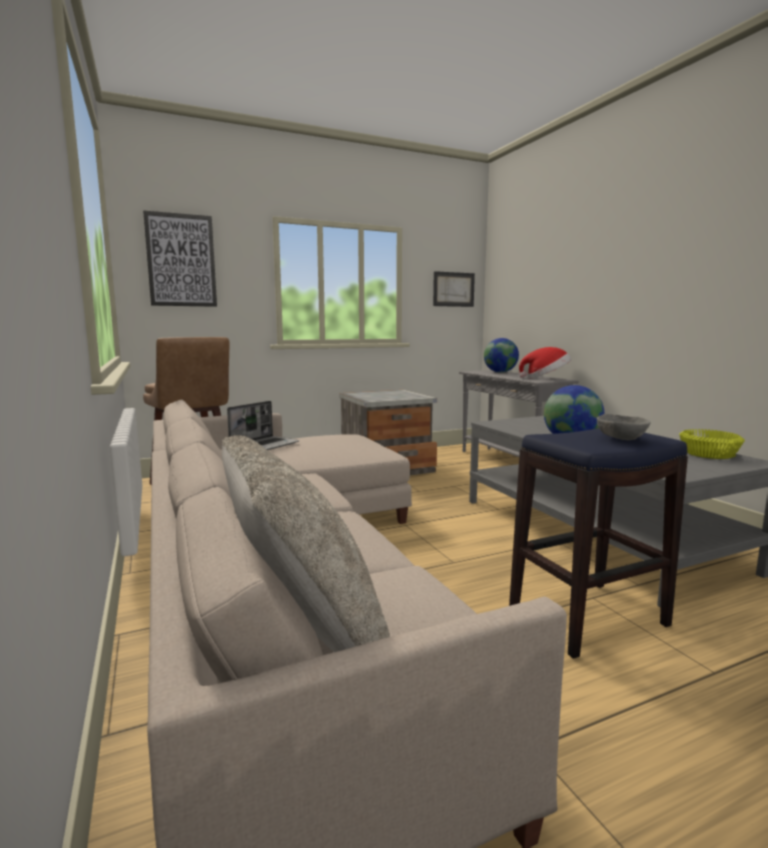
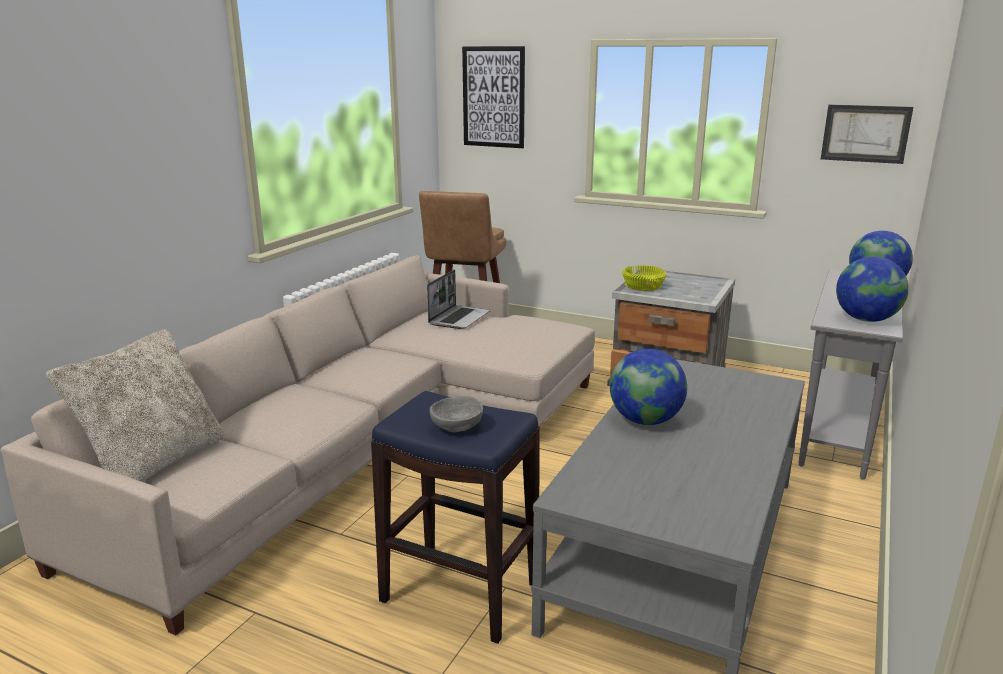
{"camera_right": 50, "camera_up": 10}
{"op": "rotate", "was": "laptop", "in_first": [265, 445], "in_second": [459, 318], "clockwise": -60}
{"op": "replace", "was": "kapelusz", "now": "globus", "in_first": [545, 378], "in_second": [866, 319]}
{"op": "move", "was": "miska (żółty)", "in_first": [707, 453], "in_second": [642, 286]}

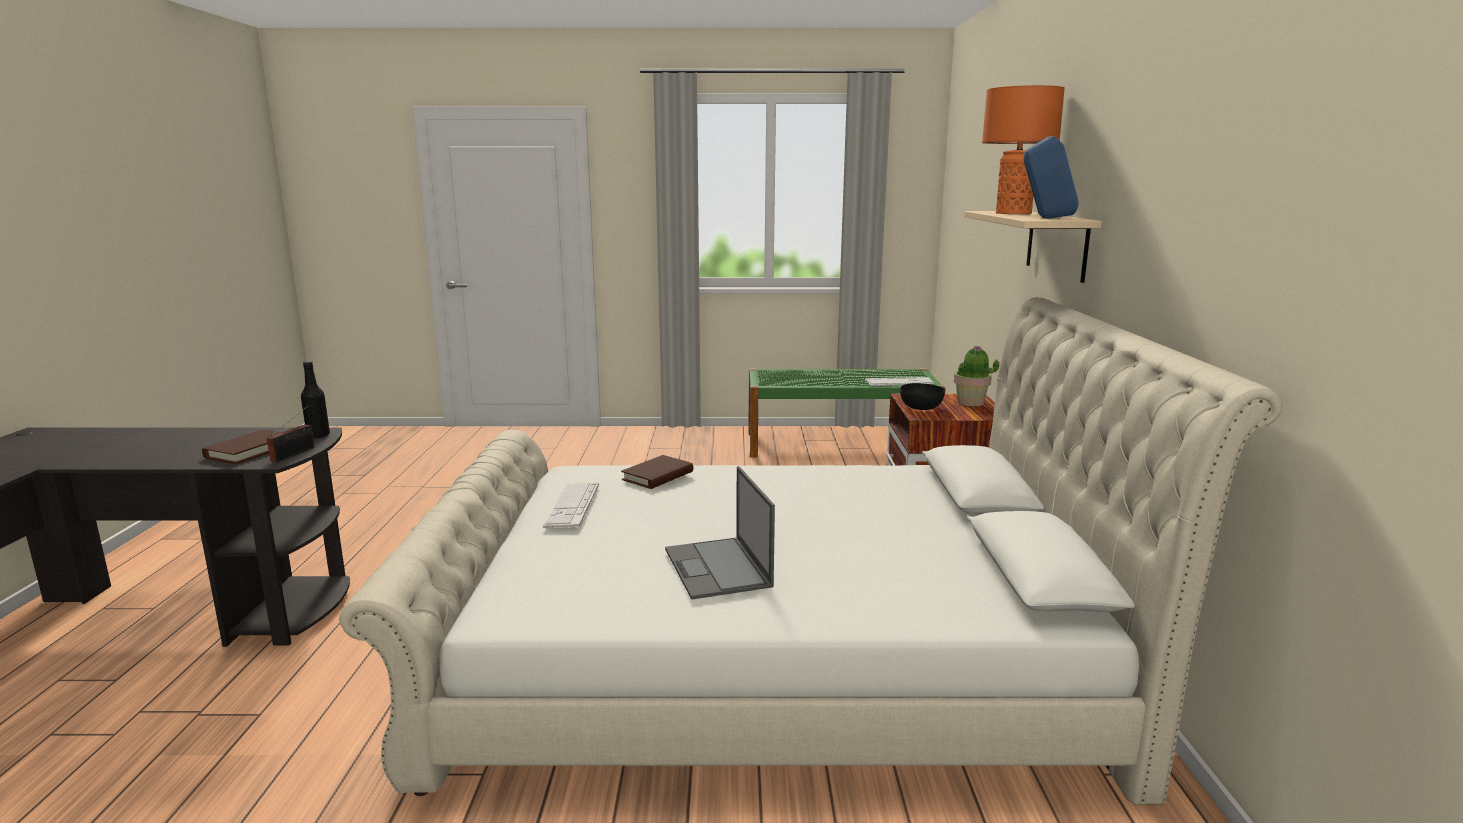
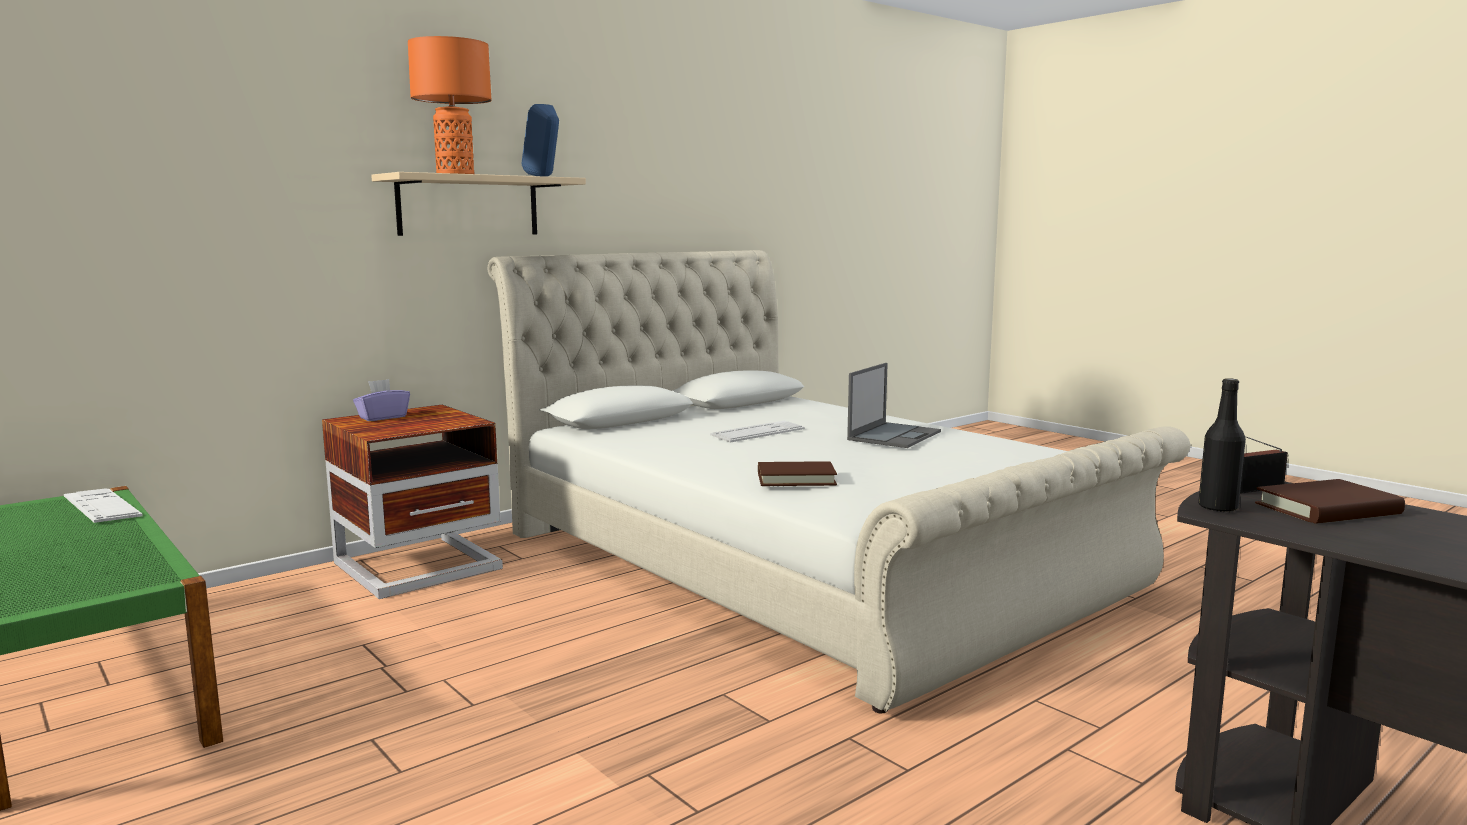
{"camera_right": -130, "camera_up": -5}
{"op": "move", "was": "klawiatura", "in_first": [572, 505], "in_second": [758, 432]}
{"op": "delete", "was": "miska (czarny)", "in_first": [920, 407]}
{"op": "replace", "was": "roślina doniczkowa", "now": "pudełko chusteczek (fioletowy)", "in_first": [970, 403], "in_second": [382, 417]}

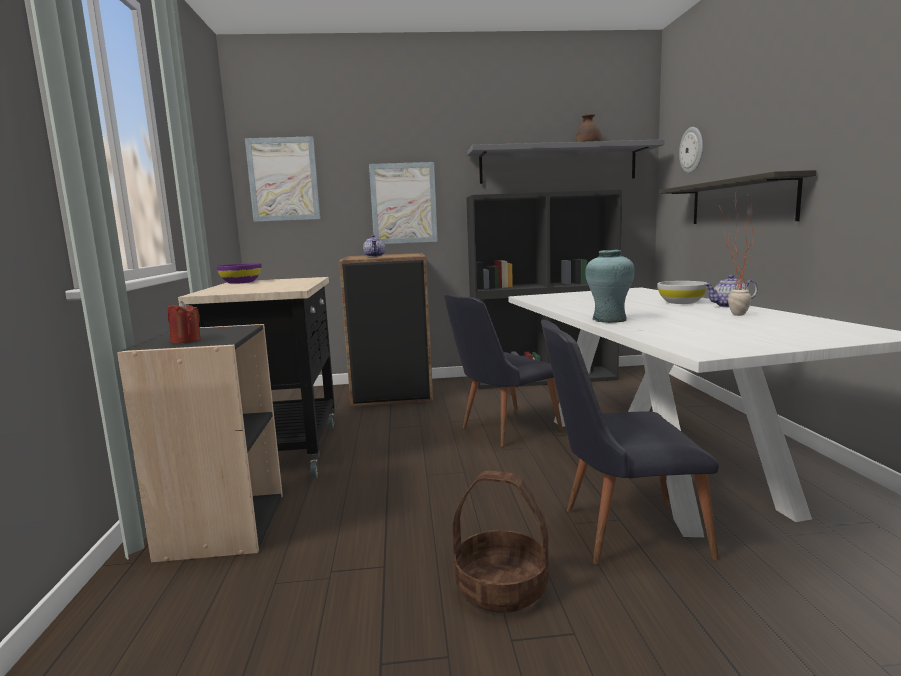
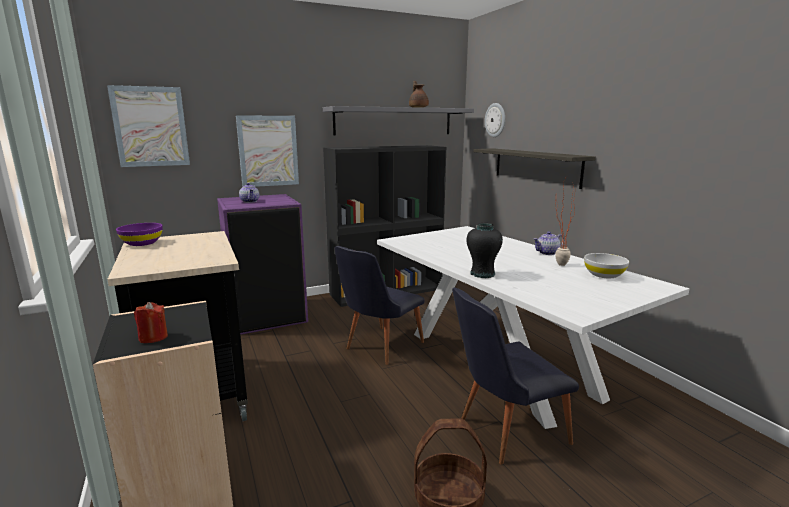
{"camera_right": -20, "camera_up": 5}
{"op": "recolor", "was": "szafka (brązowy)", "now": "szafka (fioletowy)", "in_first": [393, 392], "in_second": [268, 315]}
{"op": "recolor", "was": "wazon (turkusowy)", "now": "wazon (czarny)", "in_first": [609, 320], "in_second": [482, 274]}
{"op": "move", "was": "miska (biały)", "in_first": [681, 302], "in_second": [604, 275]}

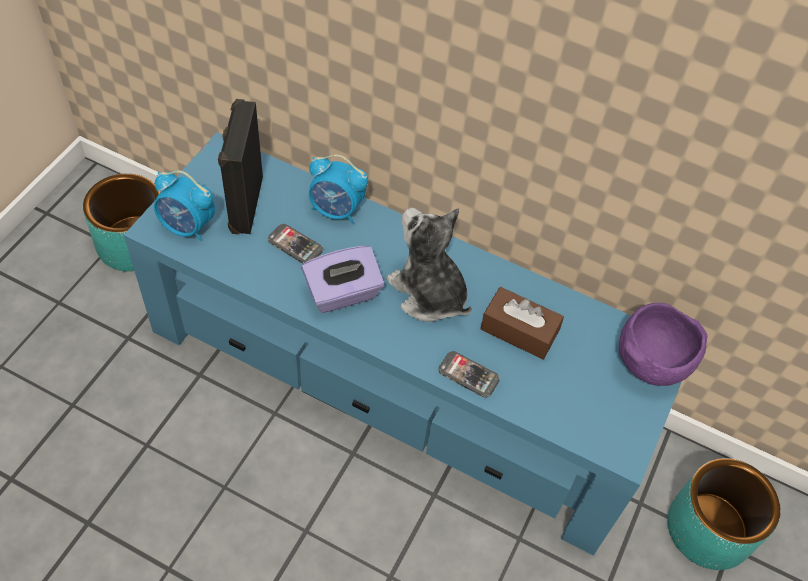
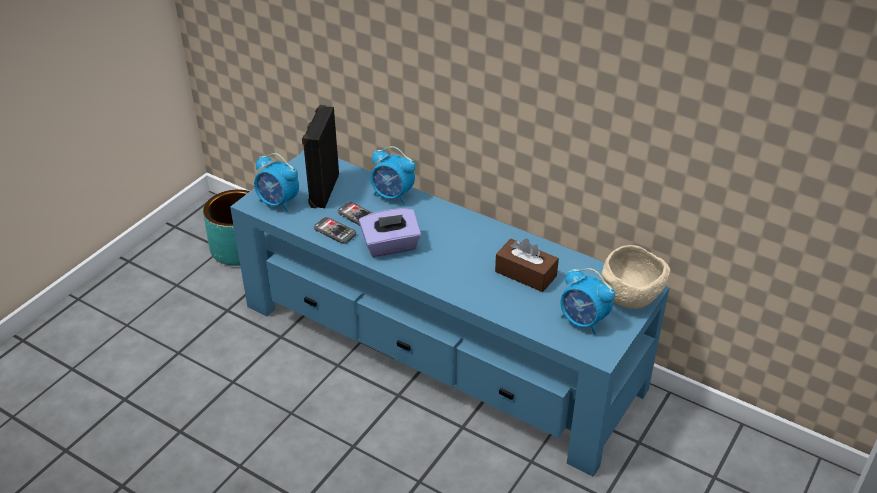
{"camera_right": 10, "camera_up": -15}
{"op": "delete", "was": "pluszak", "in_first": [428, 293]}
{"op": "move", "was": "telefon", "in_first": [468, 375], "in_second": [335, 231]}
{"op": "recolor", "was": "miska (fioletowy)", "now": "miska (beżowy)", "in_first": [651, 362], "in_second": [630, 297]}
{"op": "delete", "was": "donica (turkusowy)", "in_first": [709, 529]}
{"op": "insert", "now": "budzik", "in_second": [583, 321]}

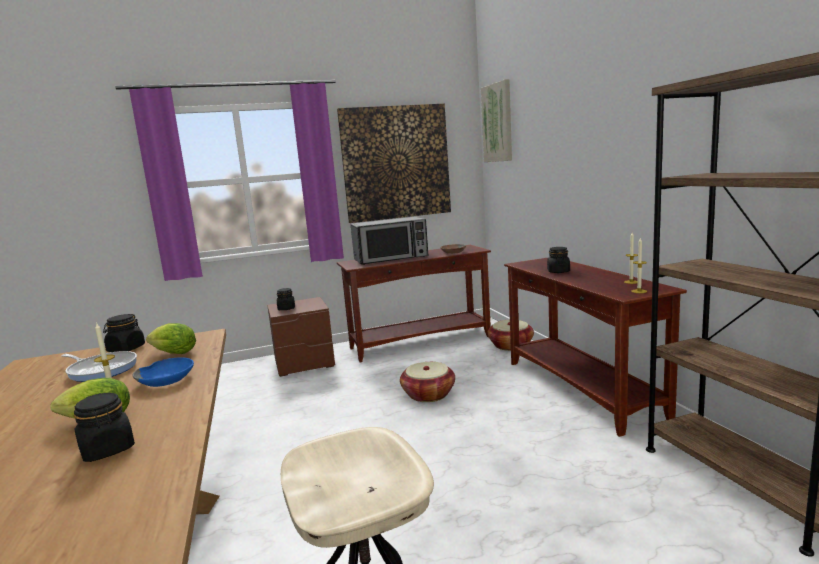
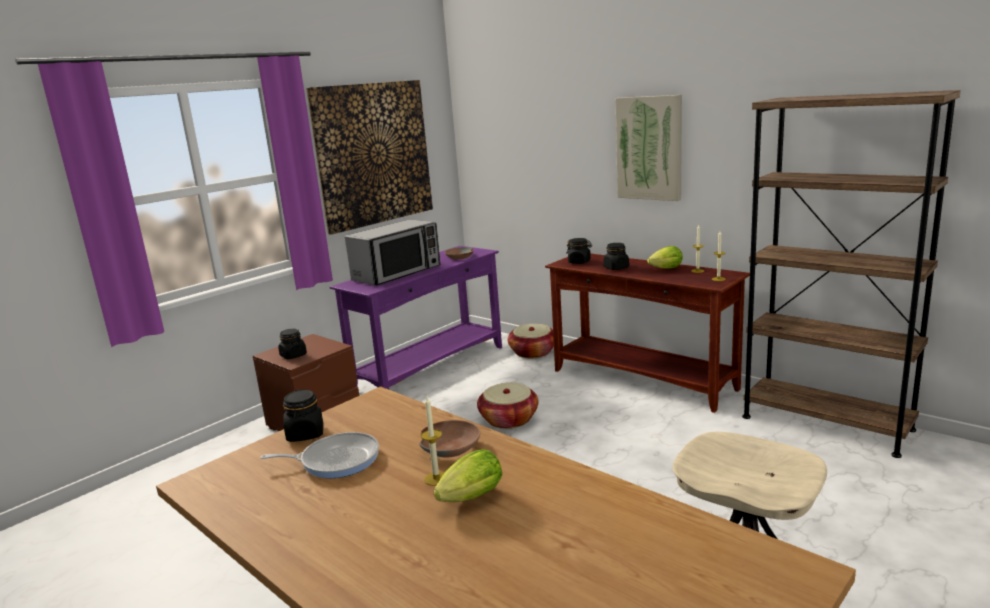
{"camera_right": -30, "camera_up": 5}
{"op": "move", "was": "słoik (czarny)", "in_first": [108, 450], "in_second": [579, 262]}
{"op": "recolor", "was": "miska (niebieski)", "now": "miska (brązowy)", "in_first": [167, 379], "in_second": [450, 447]}
{"op": "move", "was": "sałata", "in_first": [172, 353], "in_second": [664, 269]}
{"op": "recolor", "was": "stolik konsolowy (brązowy)", "now": "stolik konsolowy (fioletowy)", "in_first": [420, 342], "in_second": [430, 368]}
{"op": "move", "was": "obraz", "in_first": [498, 123], "in_second": [649, 148]}

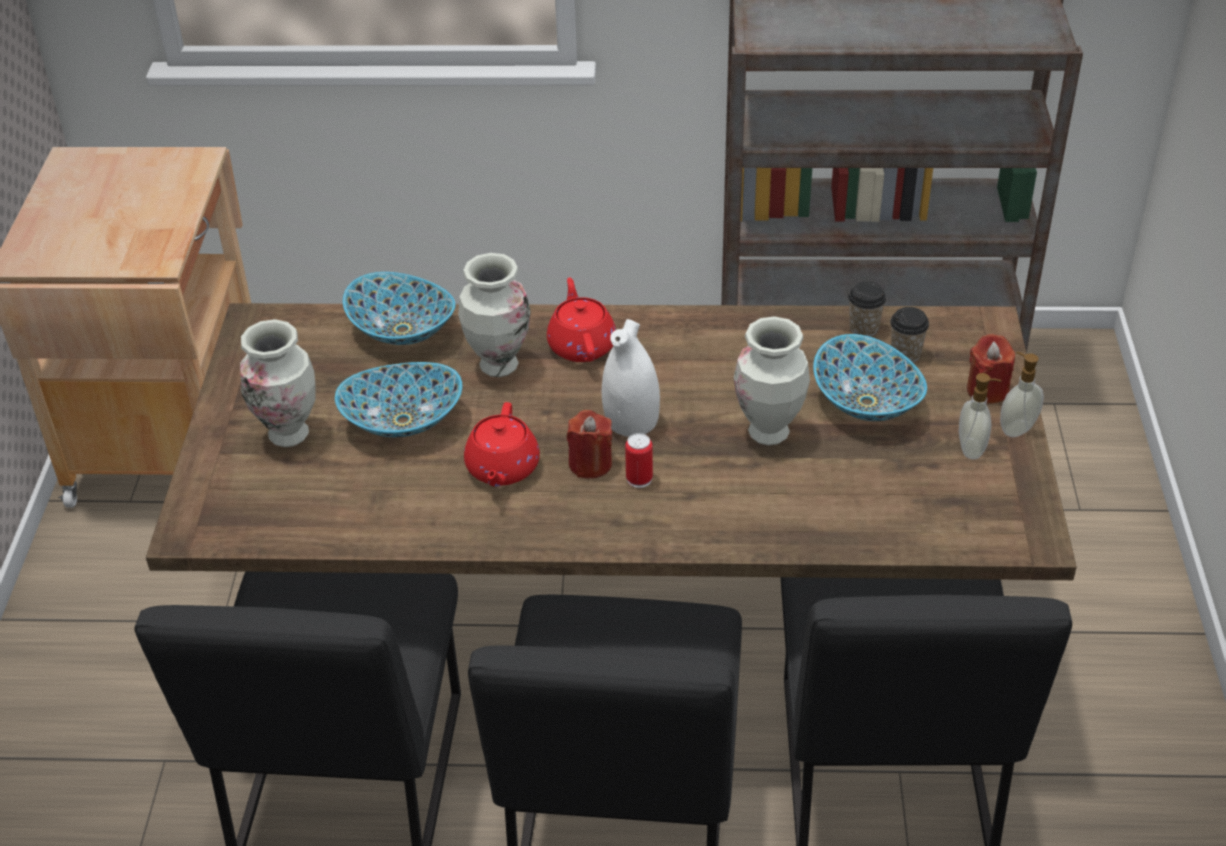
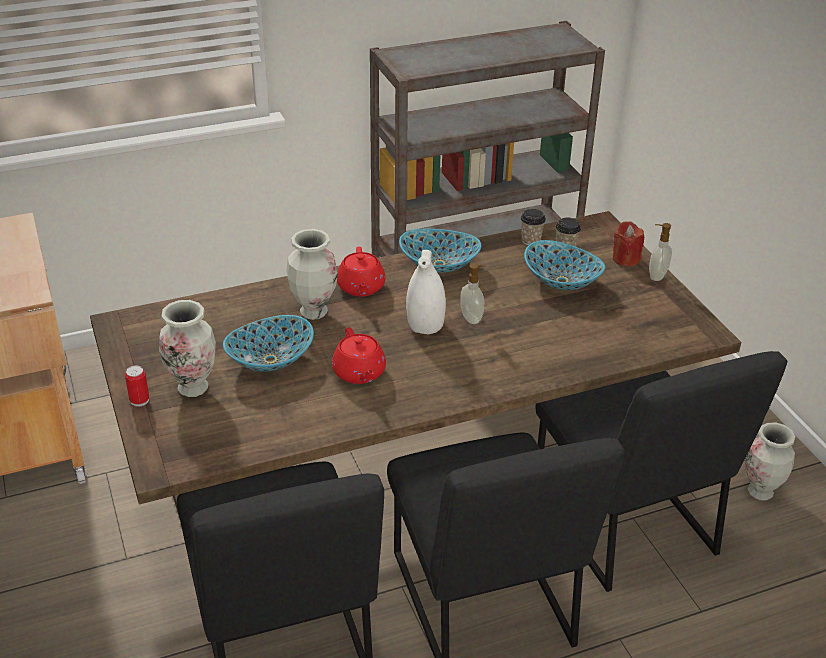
{"camera_right": -25, "camera_up": -5}
{"op": "move", "was": "miska", "in_first": [402, 331], "in_second": [439, 265]}
{"op": "rotate", "was": "imbryk (czerwony)", "in_first": [581, 345], "in_second": [361, 288], "clockwise": -150}
{"op": "delete", "was": "świeca (czerwony)", "in_first": [590, 464]}
{"op": "move", "was": "puszka", "in_first": [639, 479], "in_second": [139, 400]}
{"op": "move", "was": "wazon", "in_first": [768, 433], "in_second": [760, 492]}
{"op": "move", "was": "dozownik mydła", "in_first": [972, 448], "in_second": [472, 318]}

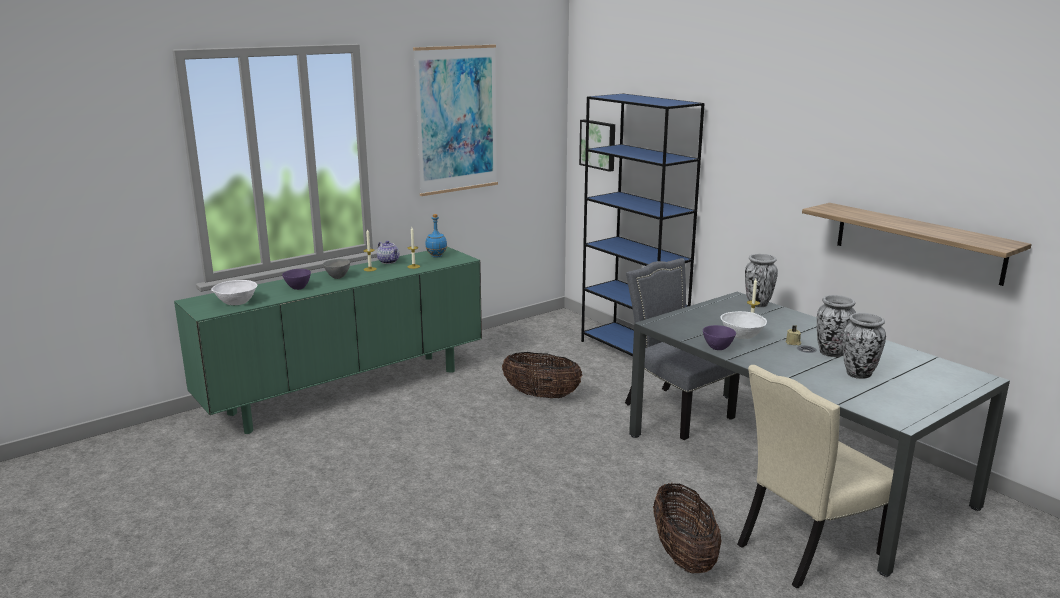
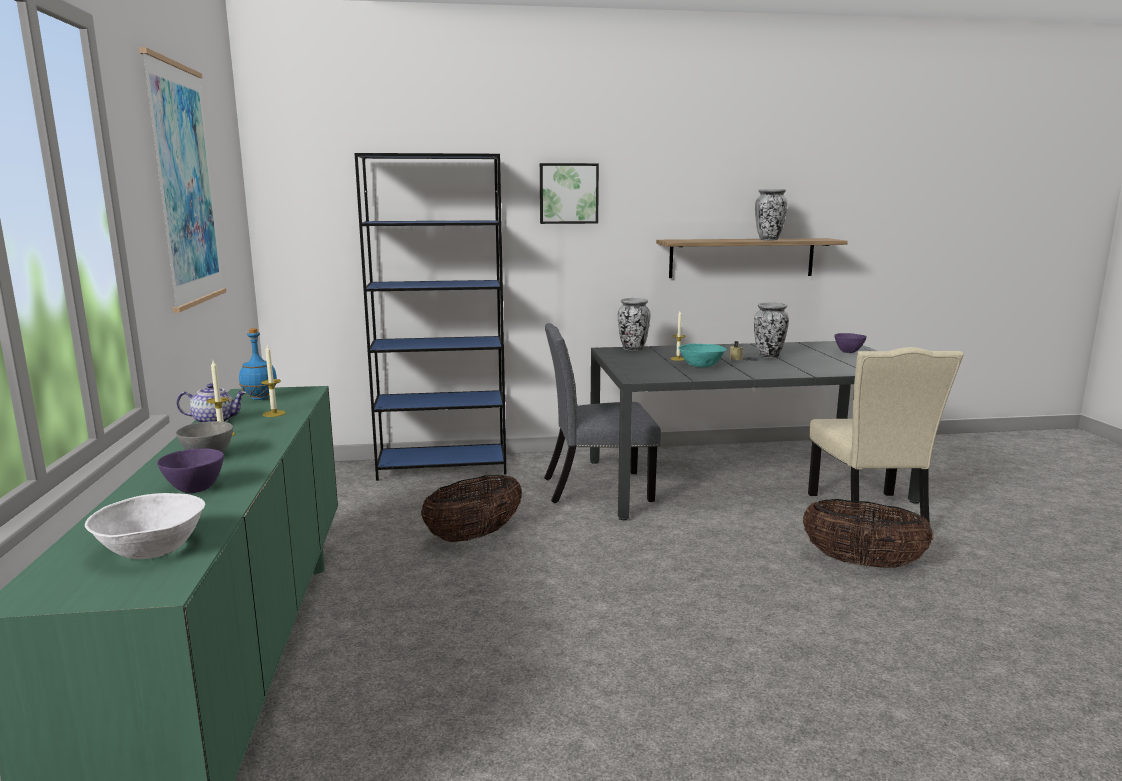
{"camera_right": -60, "camera_up": -5}
{"op": "move", "was": "obraz", "in_first": [598, 144], "in_second": [568, 193]}
{"op": "move", "was": "miska (fioletowy)", "in_first": [718, 348], "in_second": [848, 352]}
{"op": "recolor", "was": "miska (biały)", "now": "miska (turkusowy)", "in_first": [742, 335], "in_second": [701, 365]}
{"op": "move", "was": "wazon", "in_first": [859, 374], "in_second": [769, 239]}

